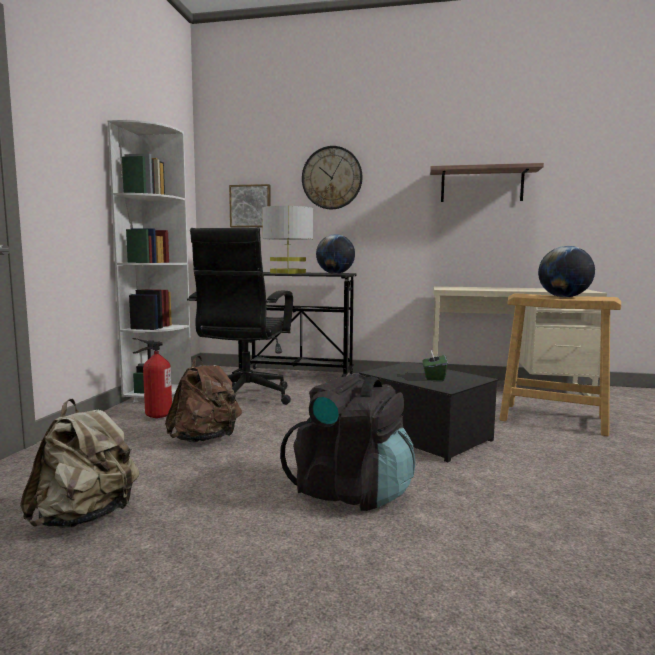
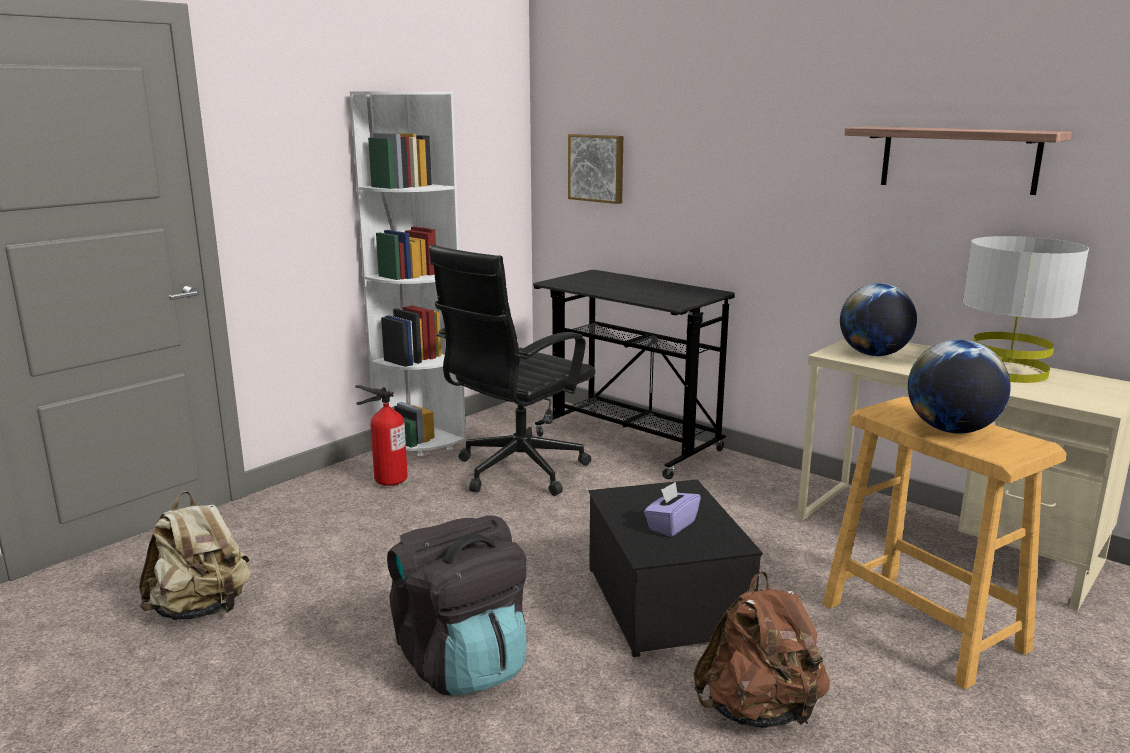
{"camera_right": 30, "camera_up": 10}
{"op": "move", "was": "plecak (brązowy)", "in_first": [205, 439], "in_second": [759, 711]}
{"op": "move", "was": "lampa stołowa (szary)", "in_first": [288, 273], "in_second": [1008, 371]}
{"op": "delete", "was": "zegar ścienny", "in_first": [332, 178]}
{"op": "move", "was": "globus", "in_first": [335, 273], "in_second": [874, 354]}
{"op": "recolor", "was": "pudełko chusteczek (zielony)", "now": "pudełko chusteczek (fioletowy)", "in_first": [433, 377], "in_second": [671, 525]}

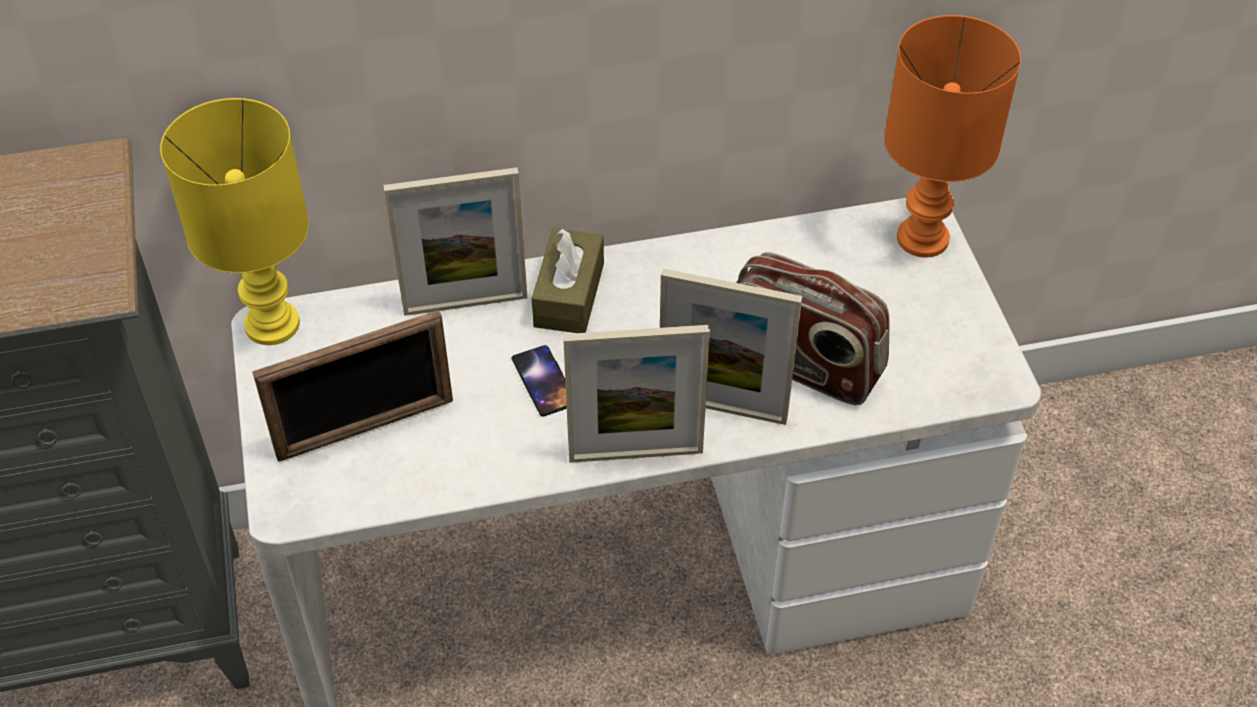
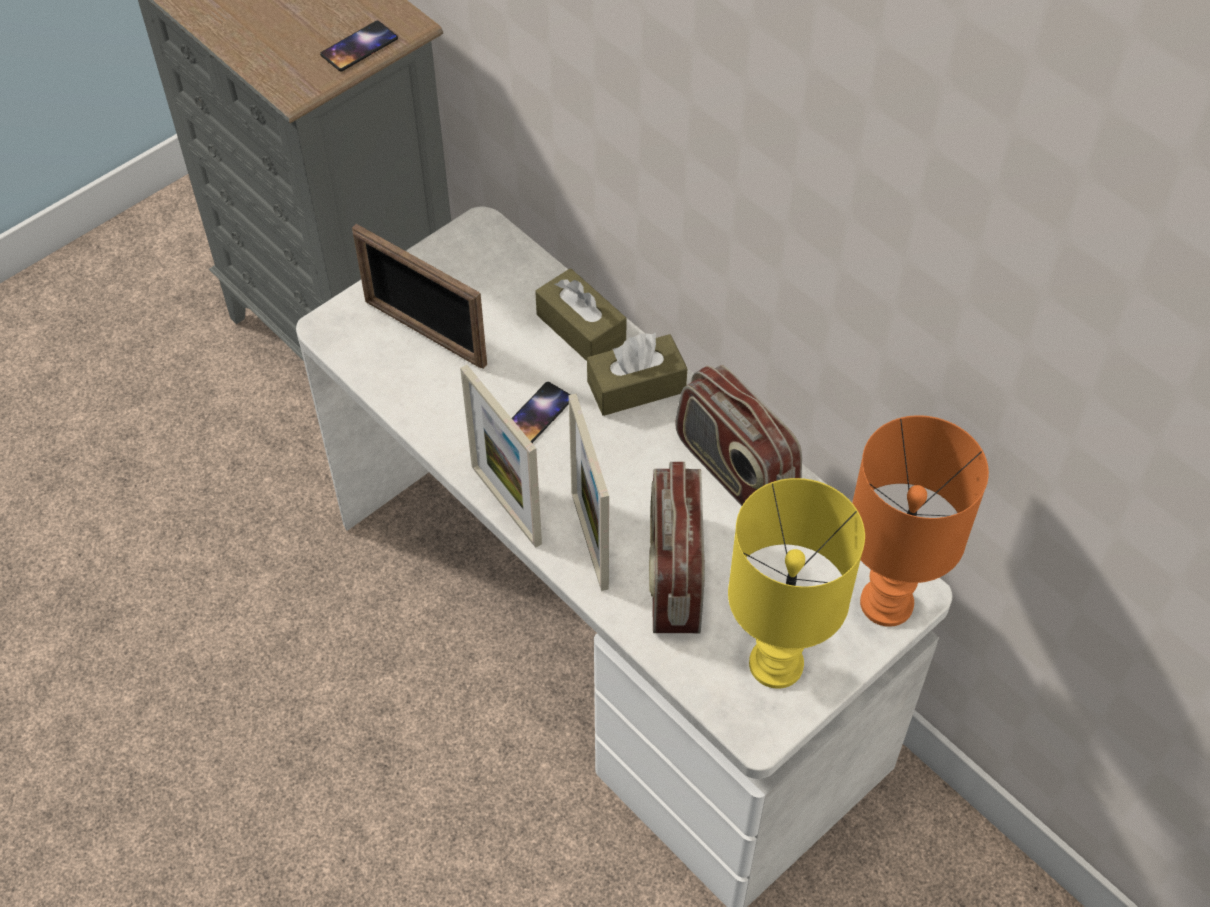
{"camera_right": 60, "camera_up": 5}
{"op": "move", "was": "lampa stołowa (żółty)", "in_first": [274, 325], "in_second": [776, 666]}
{"op": "replace", "was": "ramka na zdjęcie", "now": "pudełko chusteczek (brązowy)", "in_first": [465, 304], "in_second": [581, 328]}
{"op": "insert", "now": "telefon", "in_second": [359, 47]}
{"op": "insert", "now": "radio", "in_second": [734, 471]}

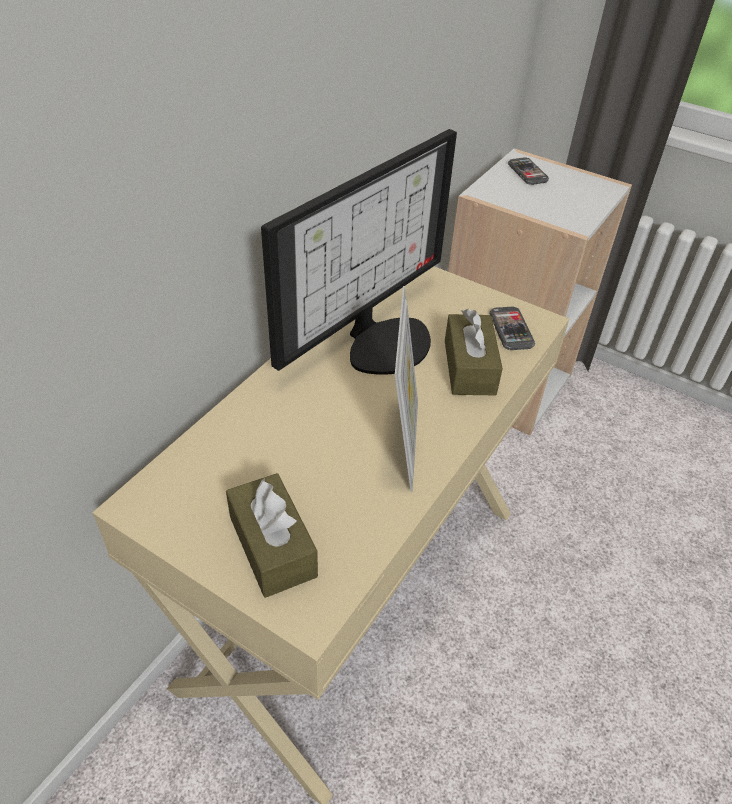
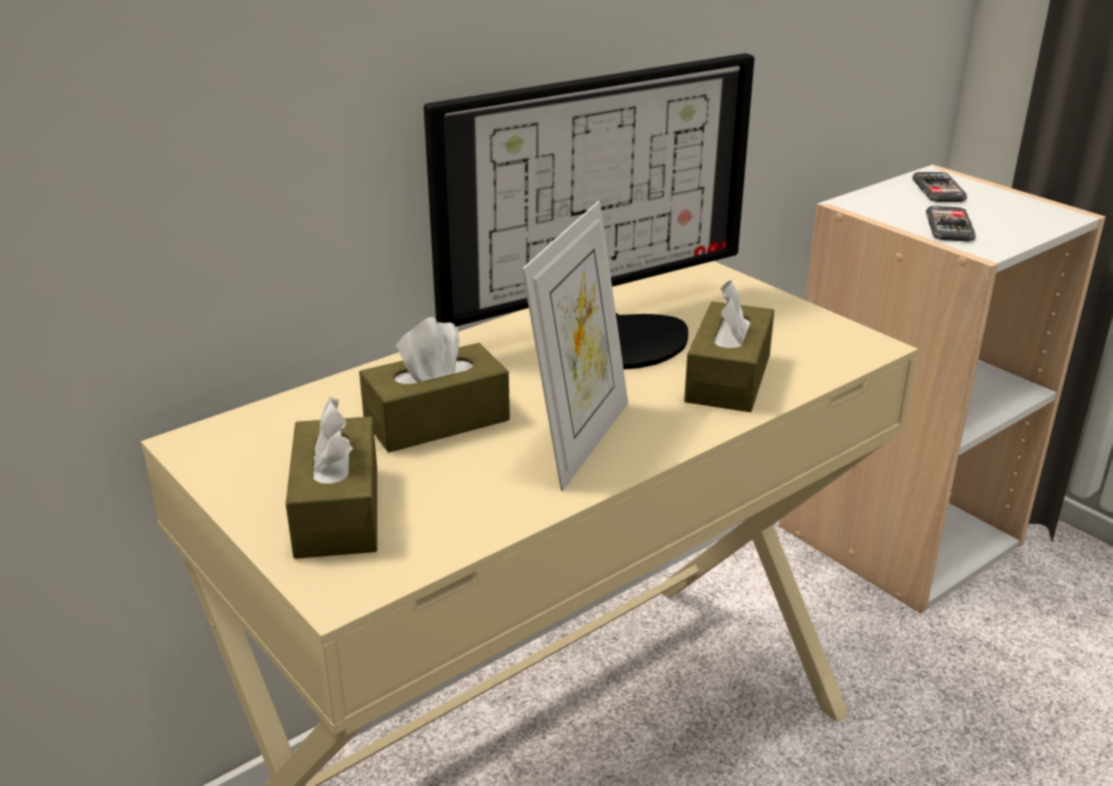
{"camera_right": 20, "camera_up": -15}
{"op": "move", "was": "telefon", "in_first": [511, 330], "in_second": [949, 227]}
{"op": "insert", "now": "pudełko chusteczek (brązowy)", "in_second": [436, 420]}

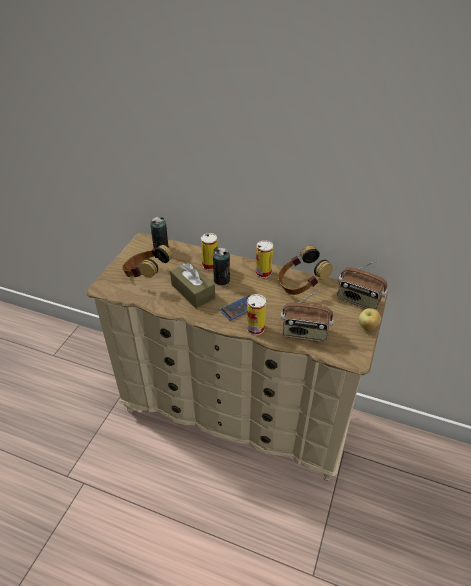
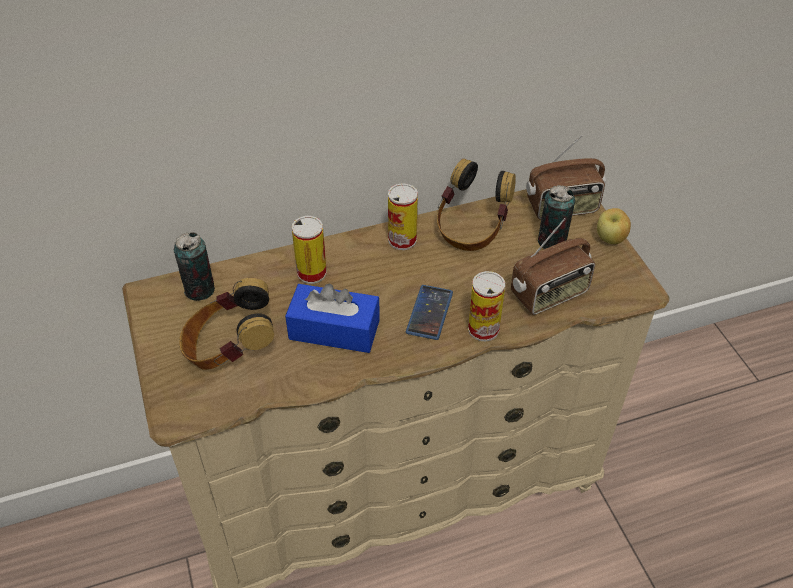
{"camera_right": -40, "camera_up": 5}
{"op": "recolor", "was": "pudełko chusteczek (brązowy)", "now": "pudełko chusteczek (niebieski)", "in_first": [193, 291], "in_second": [334, 329]}
{"op": "move", "was": "puszka", "in_first": [221, 280], "in_second": [552, 242]}

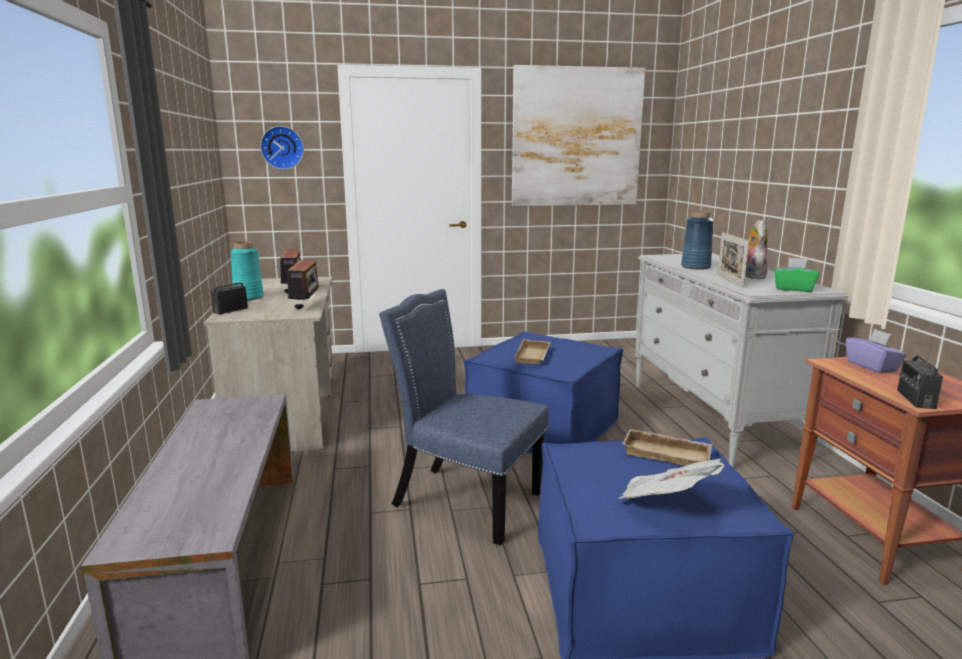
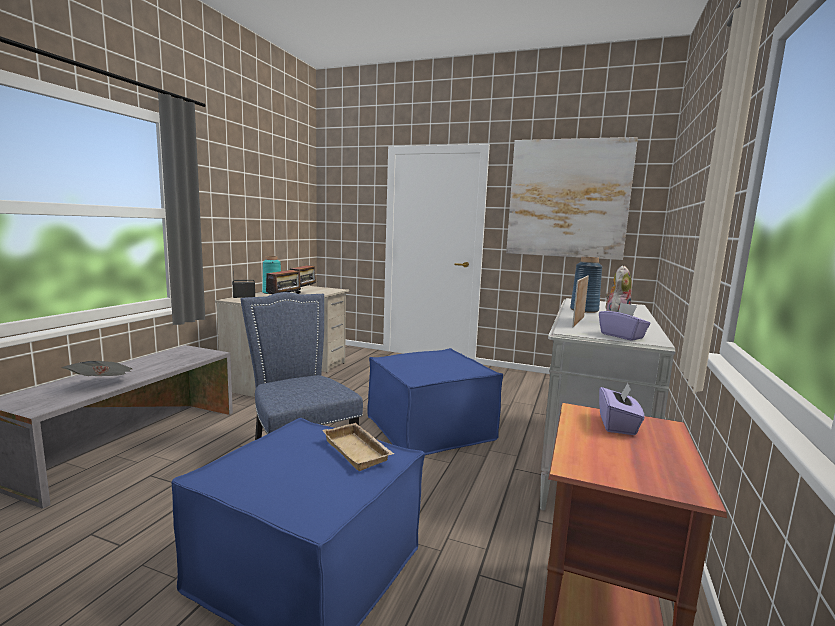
{"camera_right": 30, "camera_up": -5}
{"op": "delete", "was": "zegar ścienny", "in_first": [282, 148]}
{"op": "delete", "was": "taca (beżowy)", "in_first": [534, 356]}
{"op": "move", "was": "gazeta", "in_first": [666, 502], "in_second": [102, 384]}
{"op": "recolor", "was": "pudełko chusteczek (zielony)", "now": "pudełko chusteczek (fioletowy)", "in_first": [793, 289], "in_second": [622, 336]}
{"op": "delete", "was": "radio", "in_first": [915, 399]}

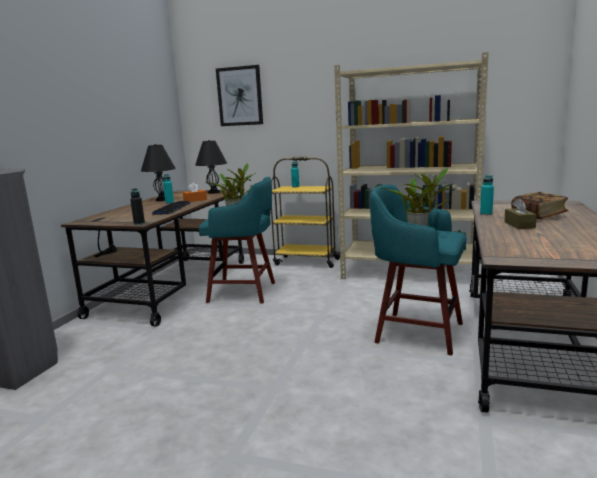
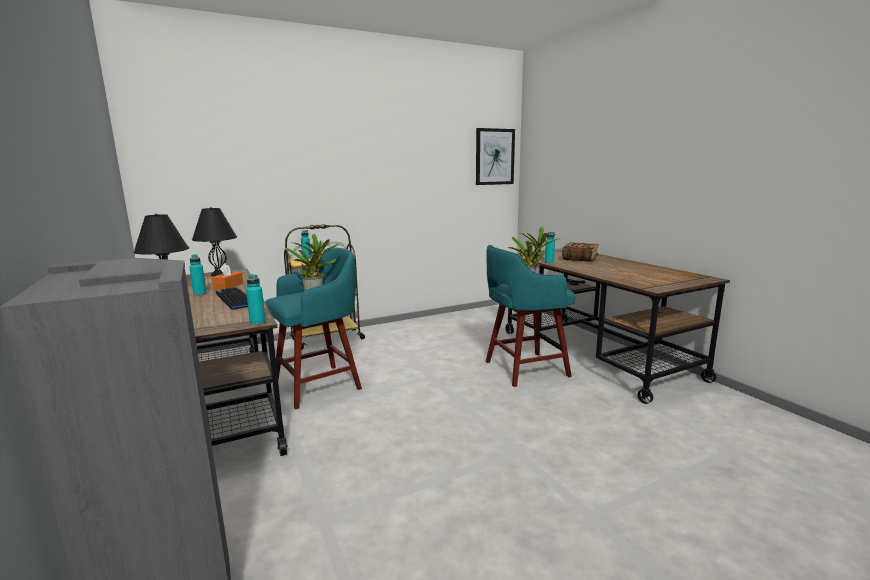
{"camera_right": -45, "camera_up": 0}
{"op": "recolor", "was": "butelka (czarny)", "now": "butelka (turkusowy)", "in_first": [139, 224], "in_second": [257, 322]}
{"op": "move", "was": "obraz", "in_first": [240, 96], "in_second": [494, 157]}
{"op": "delete", "was": "regał (beżowy)", "in_first": [409, 271]}
{"op": "delete", "was": "pudełko chusteczek (brązowy)", "in_first": [519, 225]}

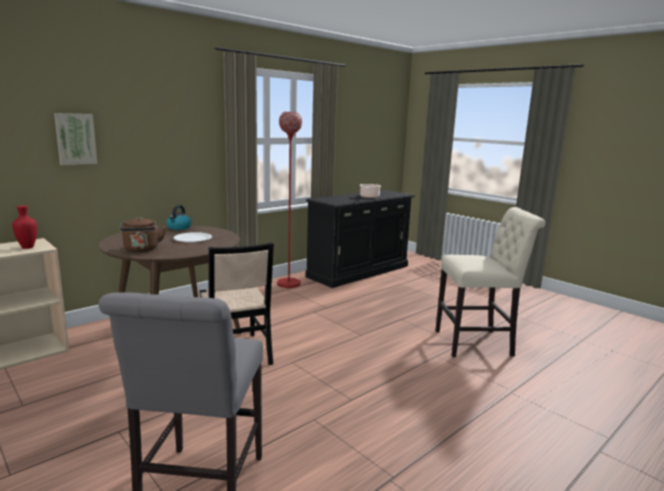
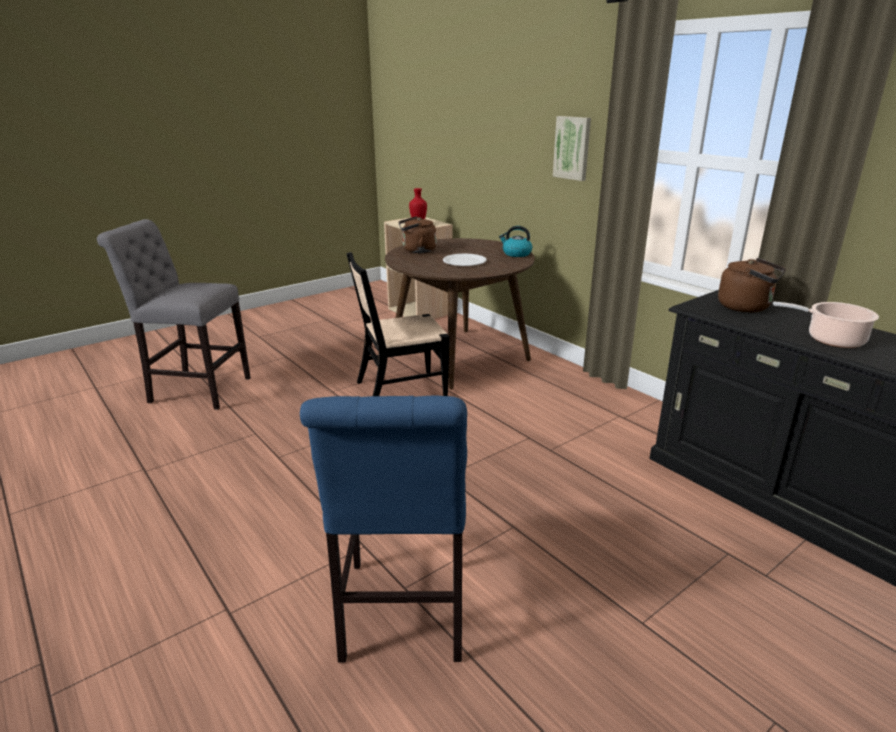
{"camera_right": 95, "camera_up": 10}
{"op": "move", "was": "obraz", "in_first": [75, 139], "in_second": [572, 148]}
{"op": "delete", "was": "lampa stojąca (czerwony)", "in_first": [288, 284]}
{"op": "recolor", "was": "stołek (beżowy)", "now": "stołek (niebieski)", "in_first": [478, 344], "in_second": [401, 617]}
{"op": "insert", "now": "czajnik (brązowy)", "in_second": [747, 307]}

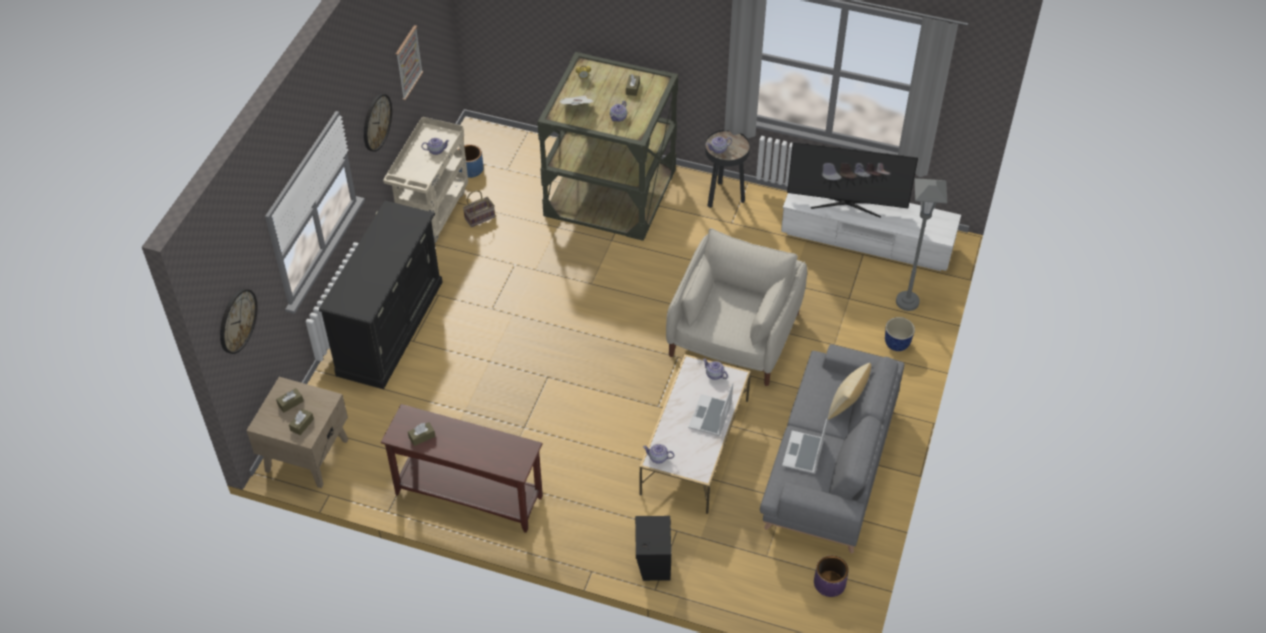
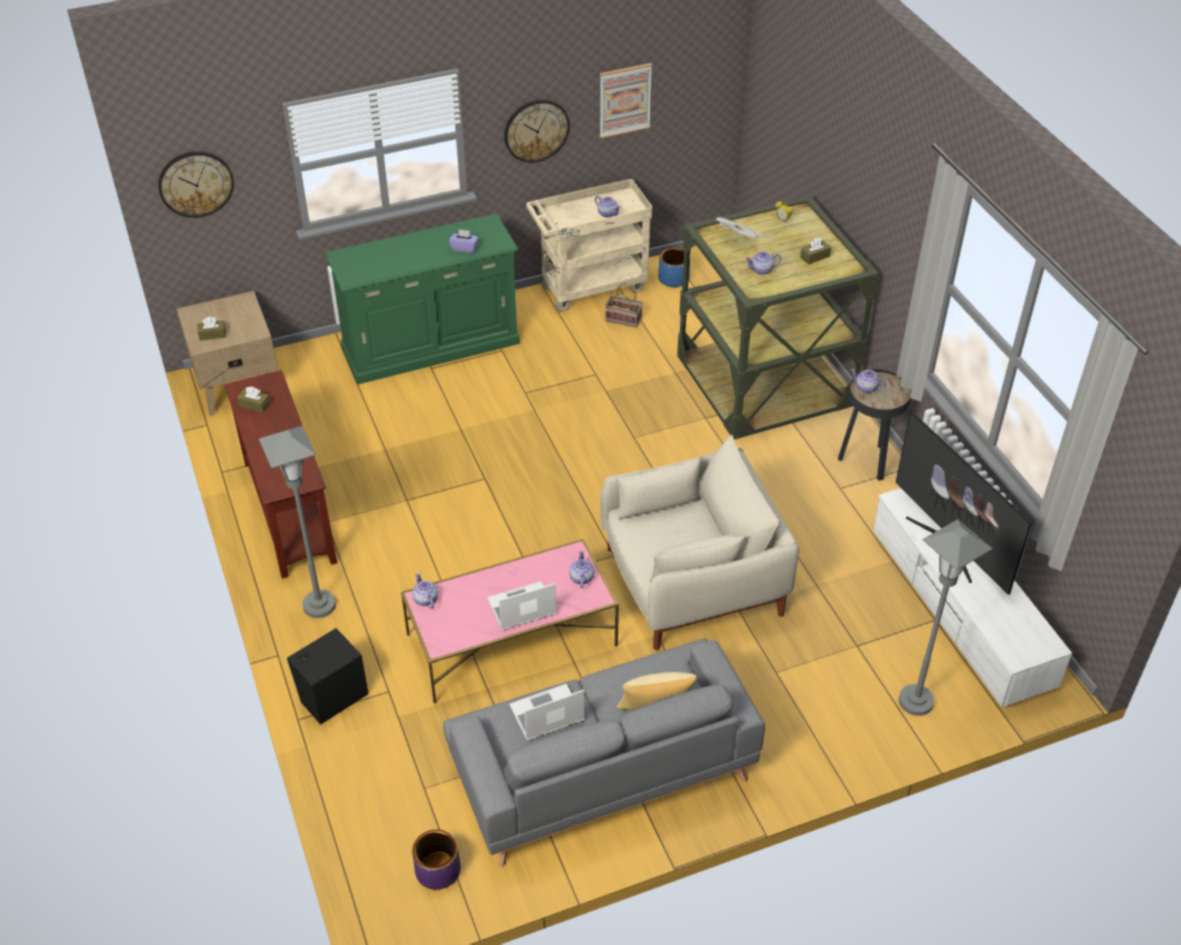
{"camera_right": 50, "camera_up": -5}
{"op": "delete", "was": "pudełko chusteczek (brązowy)", "in_first": [290, 403]}
{"op": "recolor", "was": "szafka (czarny)", "now": "szafka (zielony)", "in_first": [390, 327], "in_second": [431, 345]}
{"op": "recolor", "was": "ława (biały)", "now": "ława (różowy)", "in_first": [695, 446], "in_second": [511, 640]}
{"op": "delete", "was": "donica", "in_first": [897, 344]}
{"op": "insert", "now": "lampa stojąca (szary)", "in_second": [319, 605]}
{"op": "insert", "now": "pudełko chusteczek (fioletowy)", "in_second": [464, 248]}

